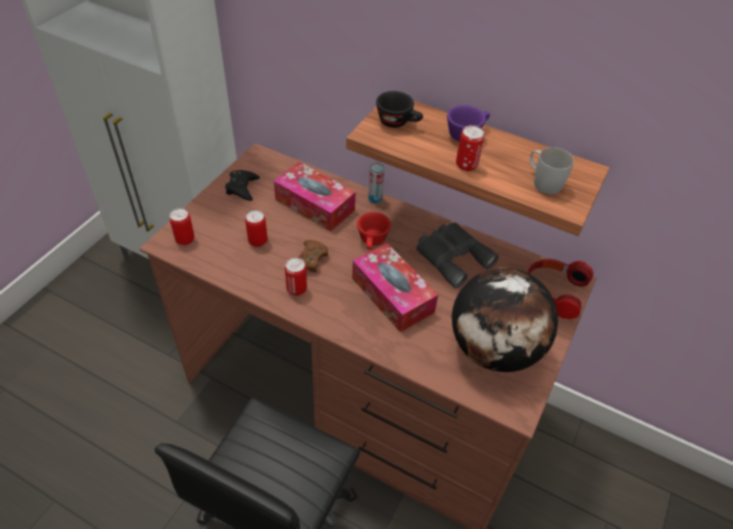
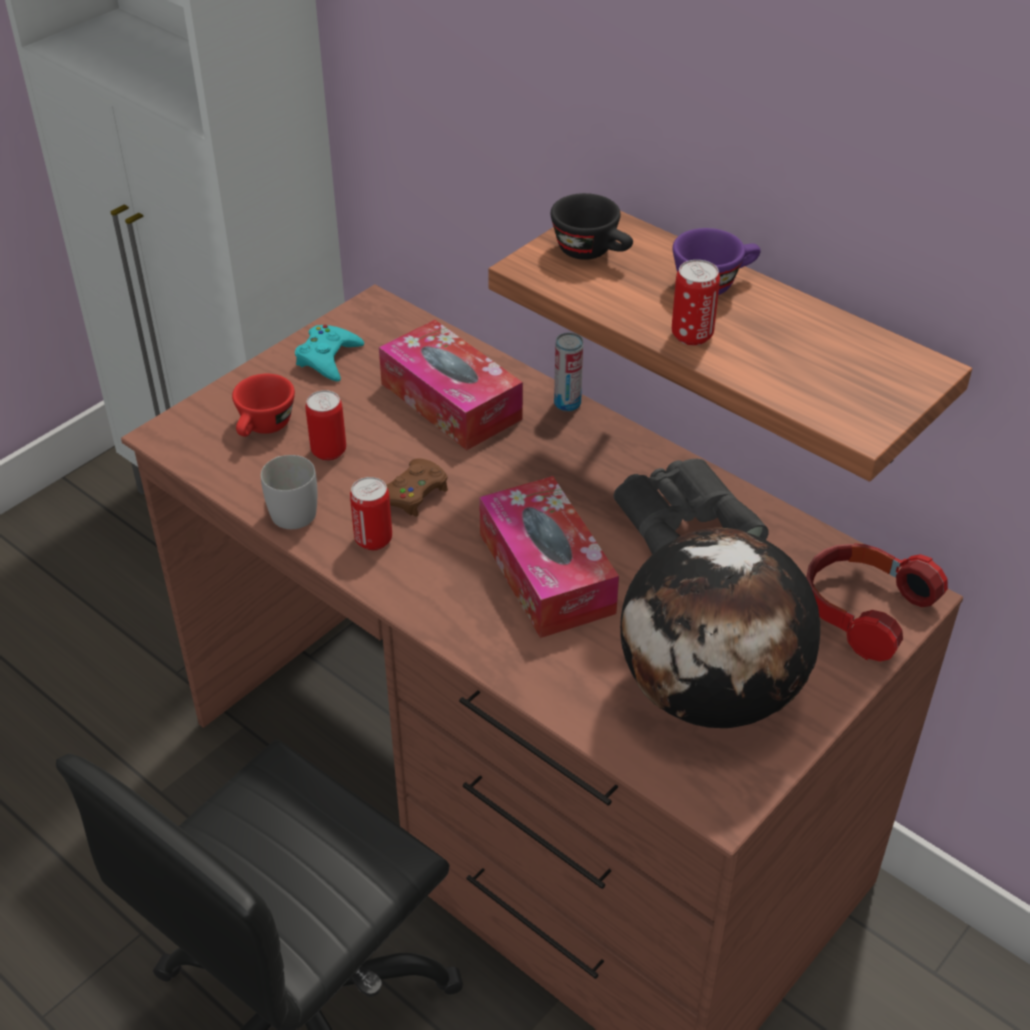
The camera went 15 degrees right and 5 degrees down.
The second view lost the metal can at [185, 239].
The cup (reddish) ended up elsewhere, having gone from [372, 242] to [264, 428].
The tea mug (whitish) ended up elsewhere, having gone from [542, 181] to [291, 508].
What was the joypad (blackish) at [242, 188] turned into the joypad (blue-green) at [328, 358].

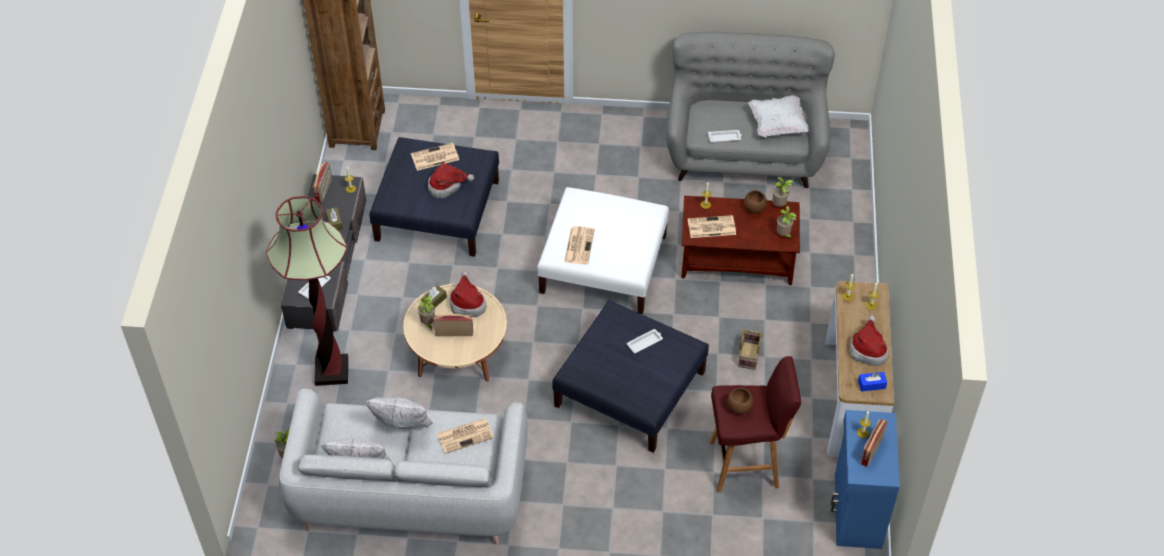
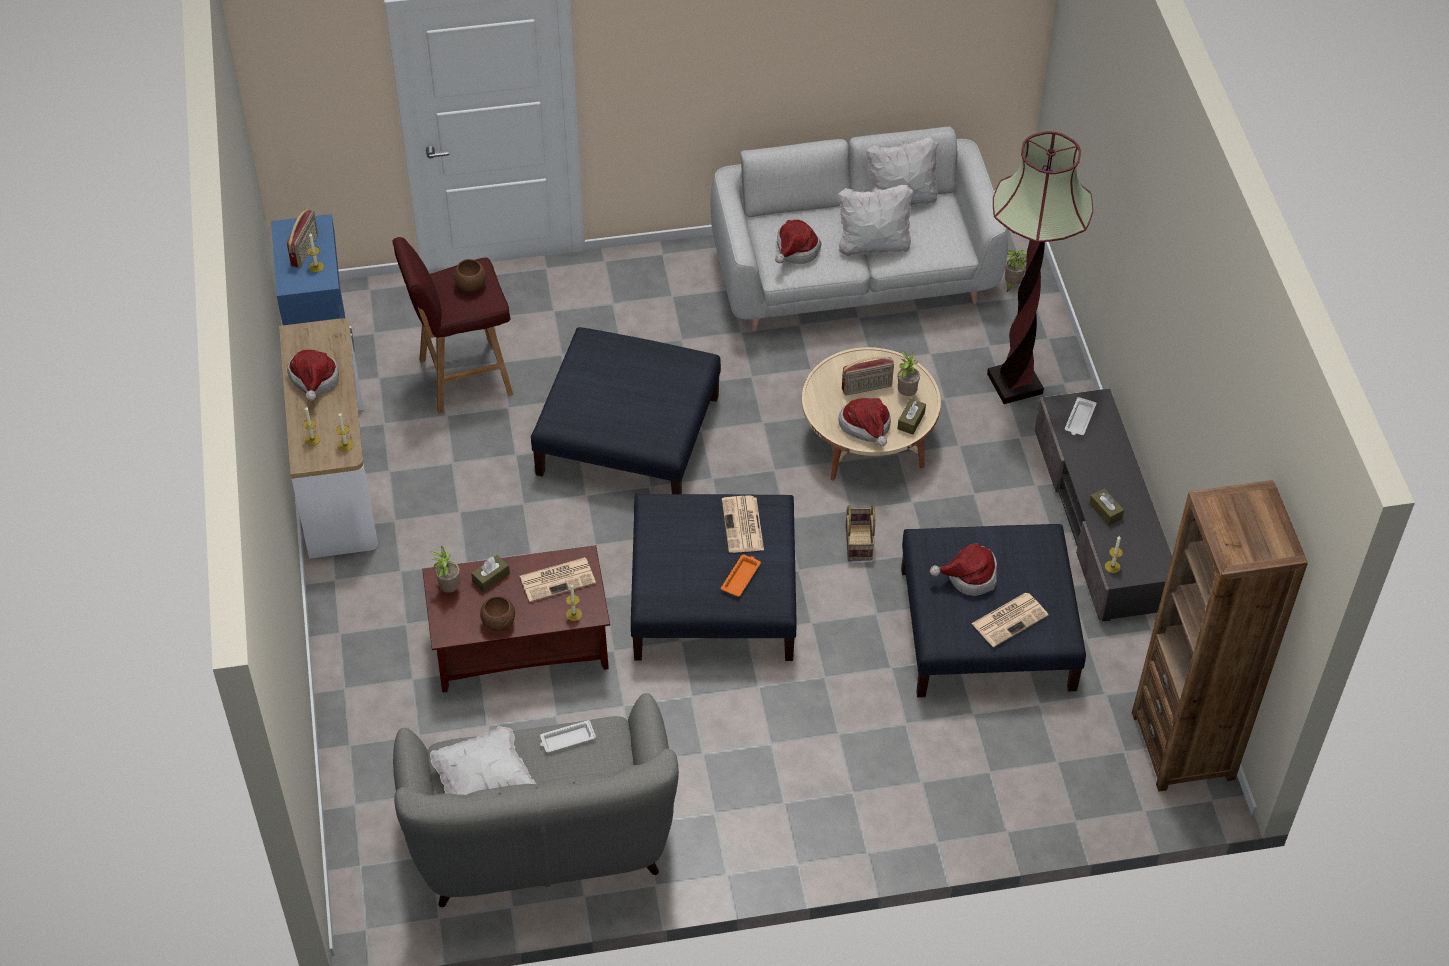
The camera went 165 degrees right and 0 degrees up.
The second view lost the radio set at [324, 190].
The second view lost the tray (whitish) at [645, 342].
The second view lost the potted plant at [779, 205].
The second view lost the box of tissues (blue) at [871, 384].
The second view gained the box of tissues (brownish) at [491, 577].
The second view gained the tray (orange-coloured) at [741, 577].
The basket ended up elsewhere, having gone from [748, 355] to [859, 543].
Where the newspaper stood at [466, 435], the hat came to stand at [795, 251].
What was the pouffe (whitish) at [604, 263] turned into the pouffe (blue) at [712, 598].

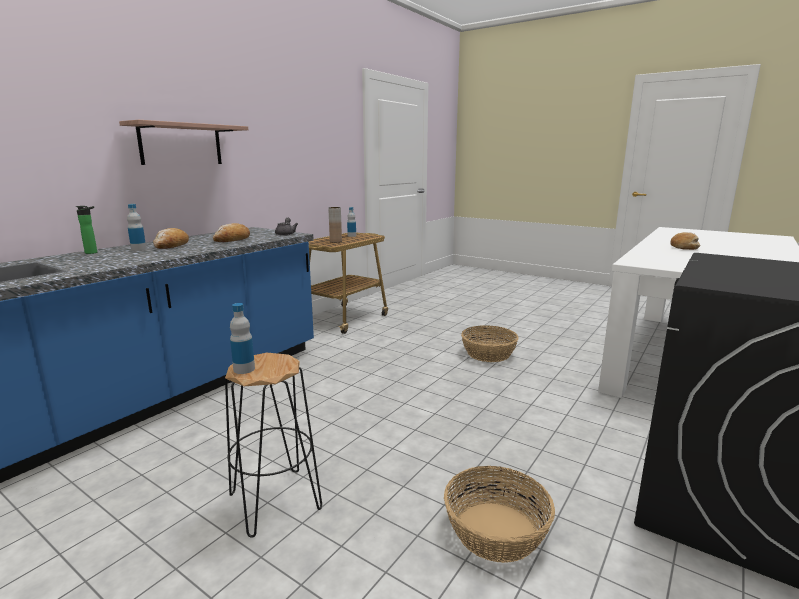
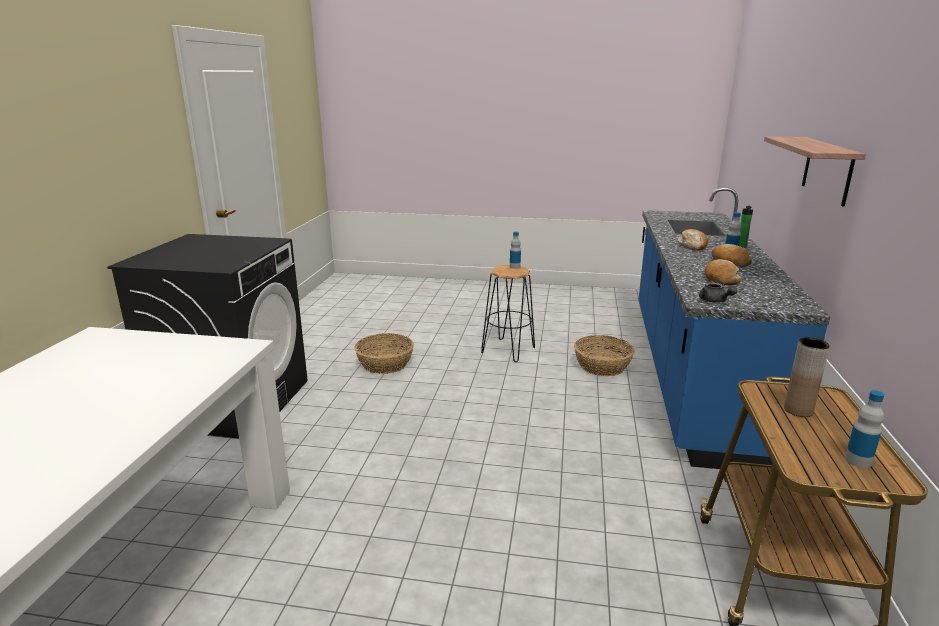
The camera went 155 degrees right and 5 degrees up.
The basket ended up elsewhere, having gone from [489, 354] to [601, 366].
The bakery bread ended up elsewhere, having gone from [684, 247] to [693, 246].

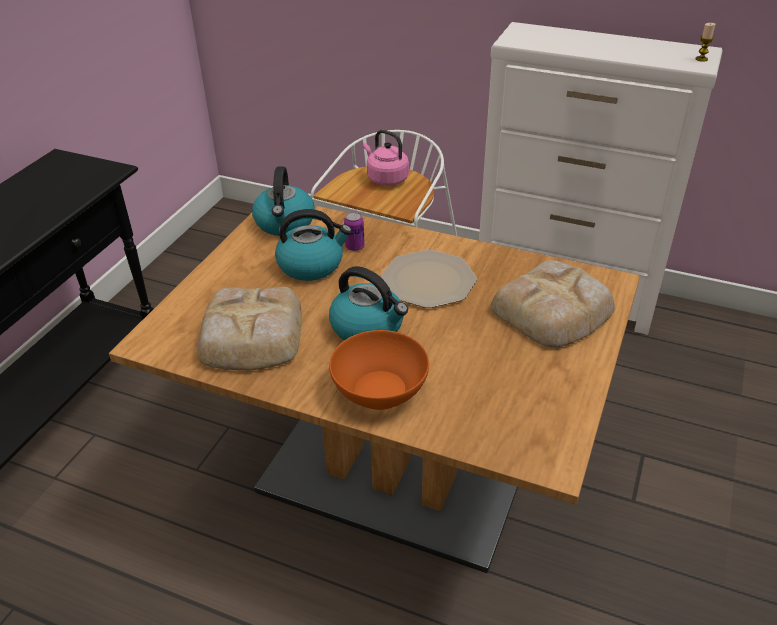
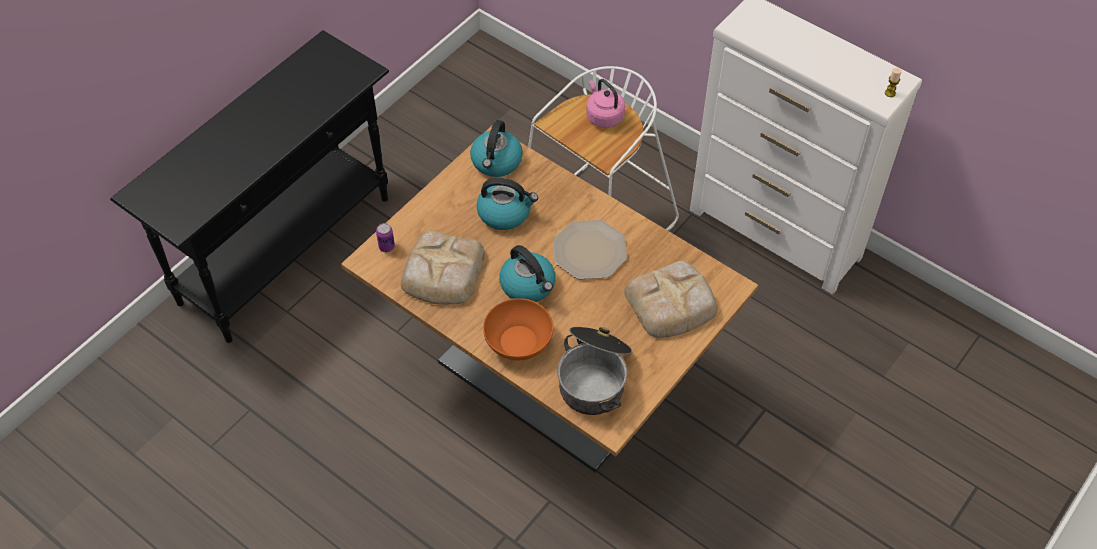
The camera went 15 degrees right and 15 degrees up.
The second view gained the cooking pot at [594, 377].
The metal can ended up elsewhere, having gone from [355, 247] to [386, 247].

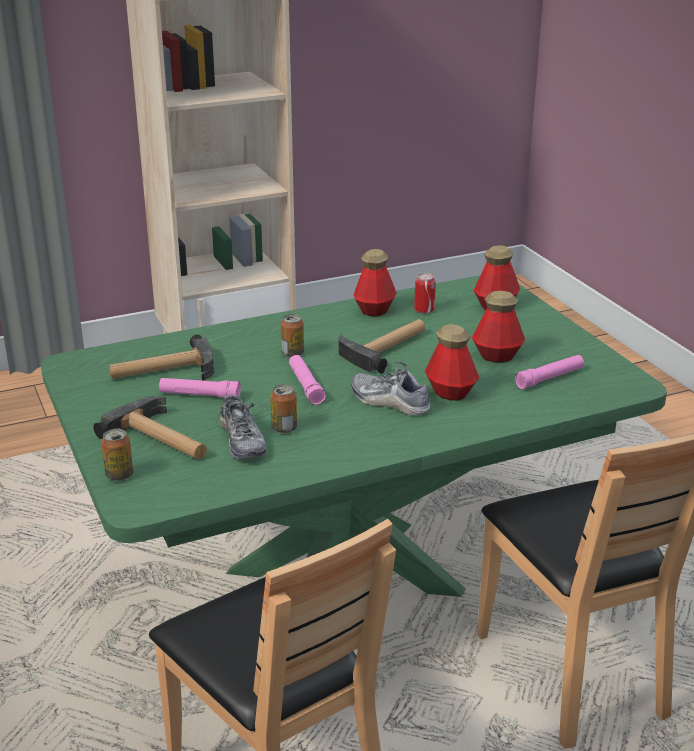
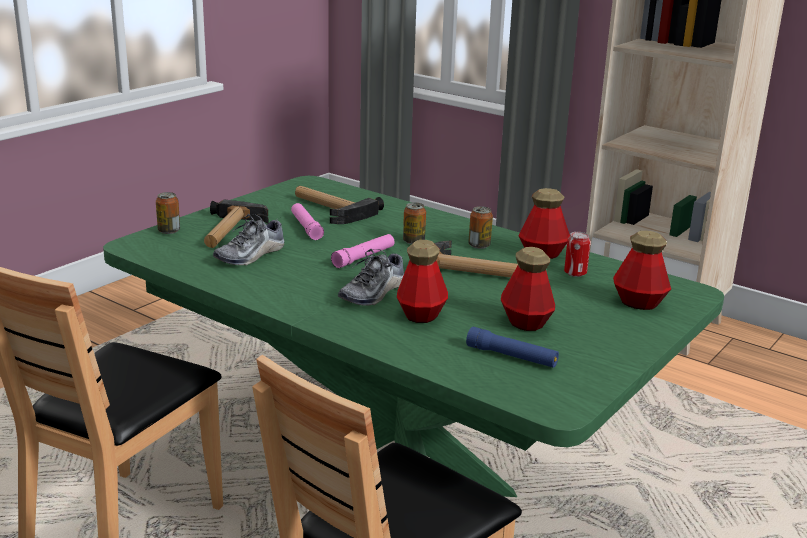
The camera went 60 degrees right and 5 degrees down.
The metal can ended up elsewhere, having gone from [284, 428] to [479, 245].
What was the hand torch (pink-coloured) at [549, 378] turned into the hand torch (blue) at [511, 356].
The low shoe at [389, 401] ended up facing another way, 150 degrees counterclockwise from before.

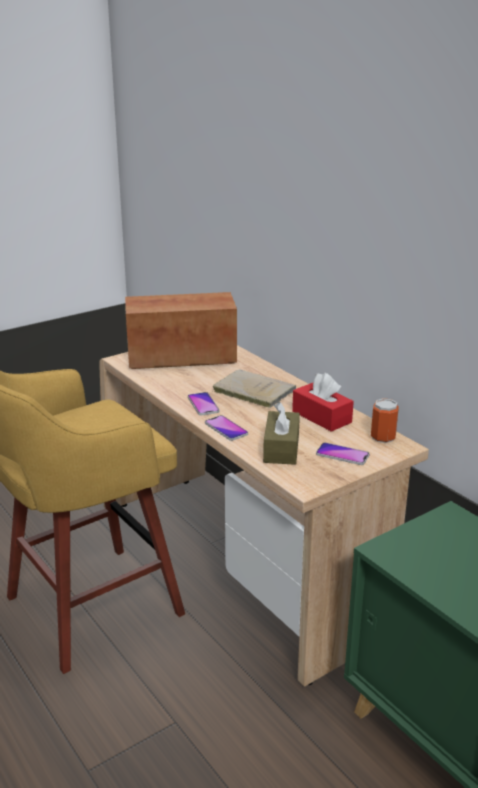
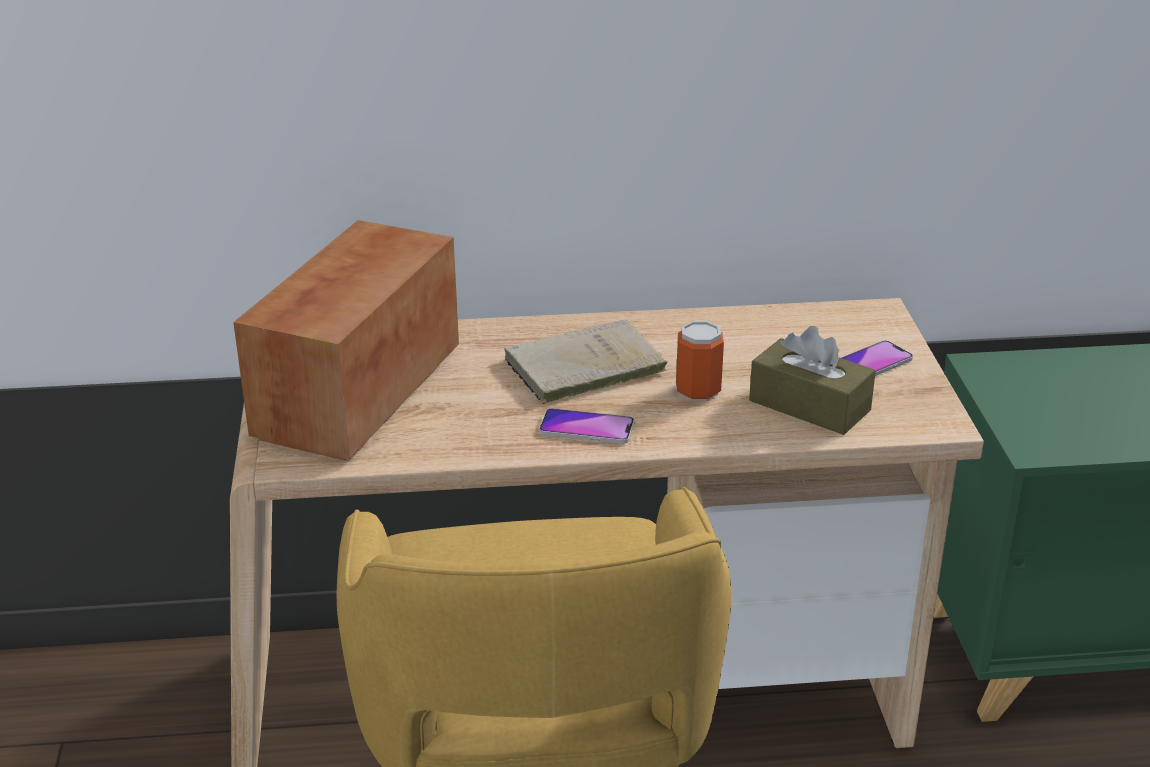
The camera went 60 degrees left and 5 degrees up.
The second view lost the phone at [226, 429].
The second view lost the box of tissues (reddish) at [321, 417].
The metal can ended up elsewhere, having gone from [383, 437] to [698, 390].

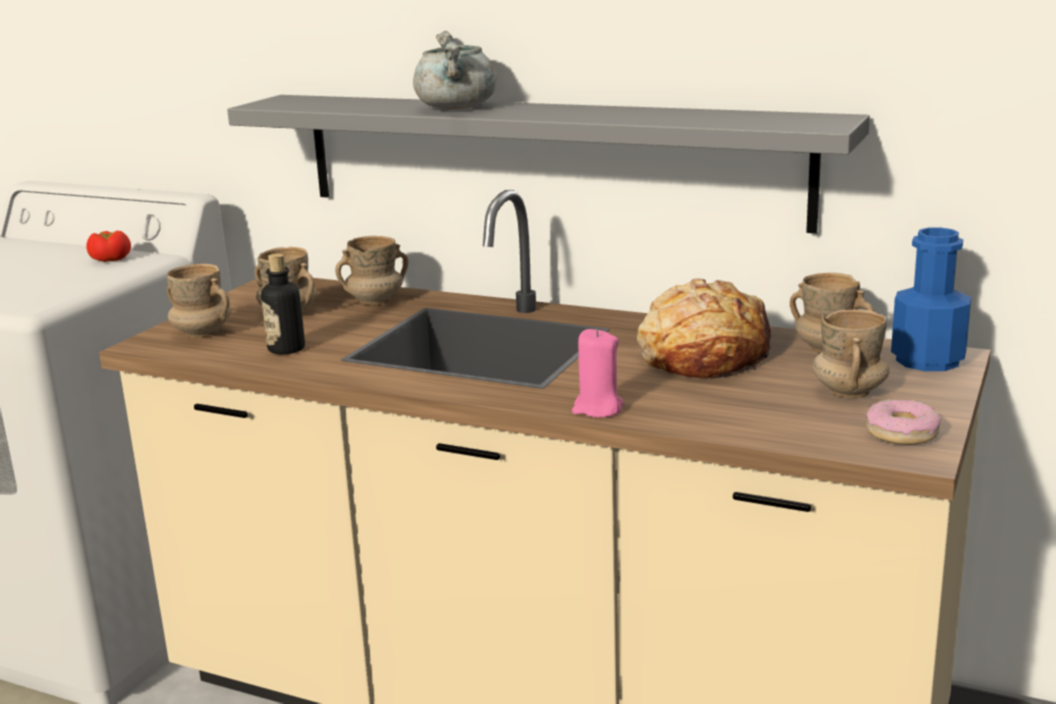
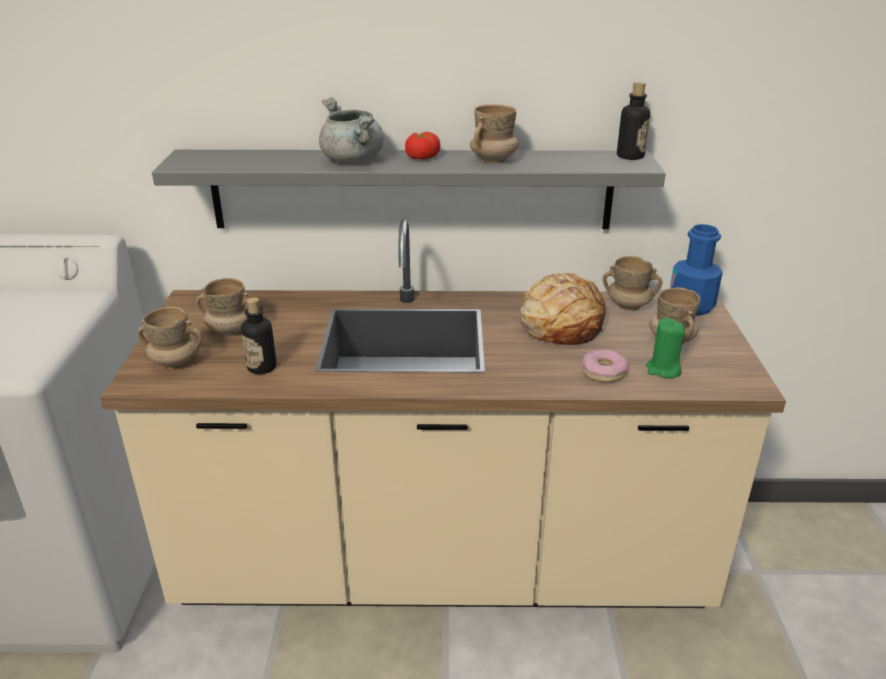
The camera went 25 degrees left and 10 degrees up.
The second view lost the wax candle (pink-coloured) at [597, 409].
The second view gained the drink bottle at [630, 156].
The second view gained the wax candle (green-coloured) at [663, 370].
The tomato ended up elsewhere, having gone from [111, 259] to [421, 157].
The tea mug (sand-coloured) ended up elsewhere, having gone from [375, 301] to [493, 160].
The ring doughnut ended up elsewhere, having gone from [901, 433] to [603, 372].

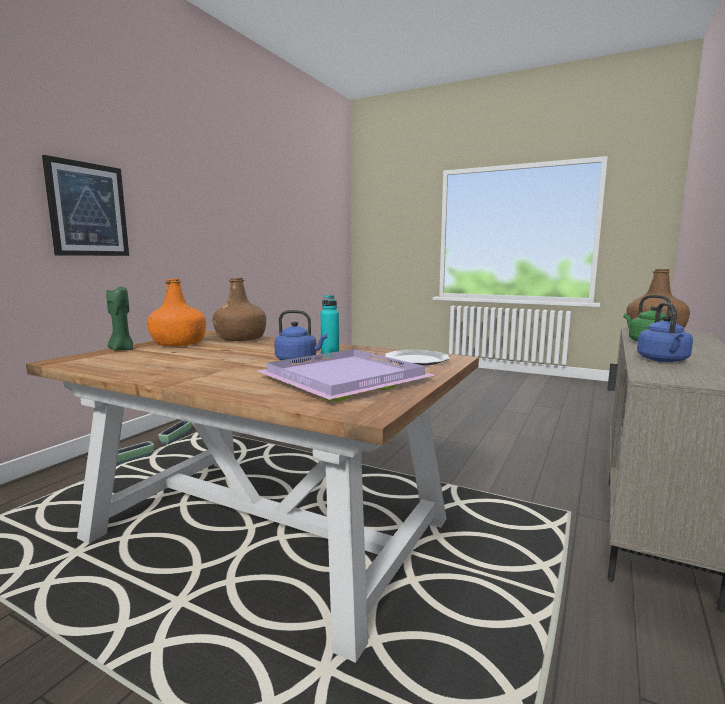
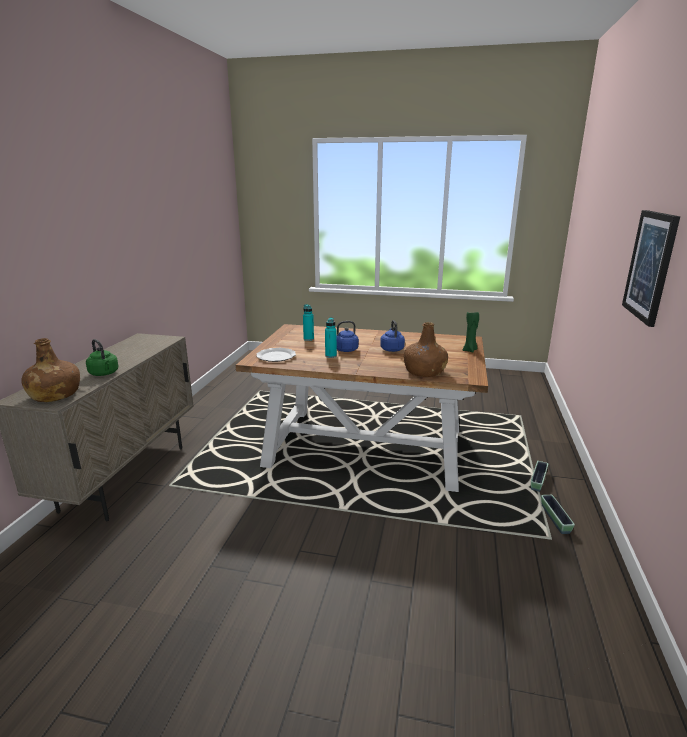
The camera went 165 degrees right and 10 degrees up.
The second view lost the drink bottle (orange-coloured) at [179, 343].
The water kettle (blue) ended up elsewhere, having gone from [663, 360] to [391, 349].
Where the tray (purplish) stood at [343, 380], the drink bottle (blue-green) came to stand at [308, 339].

